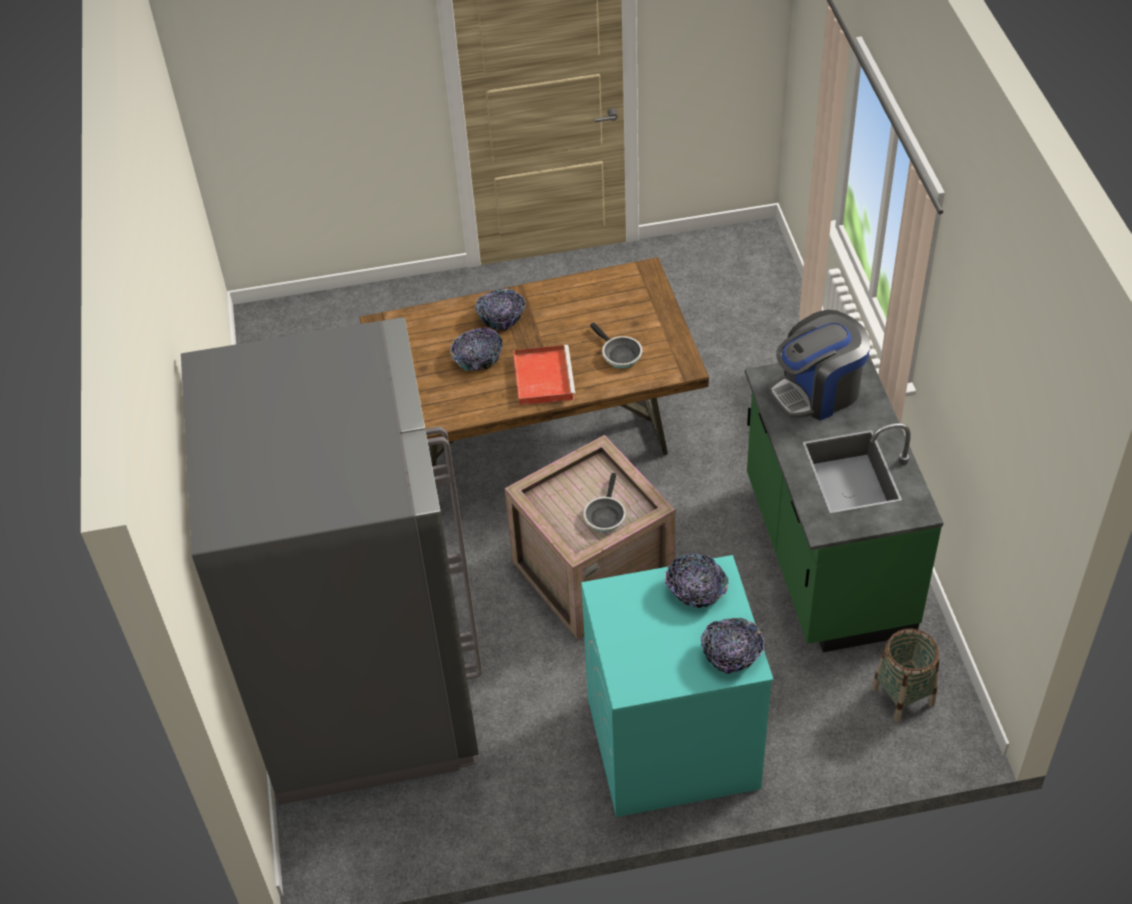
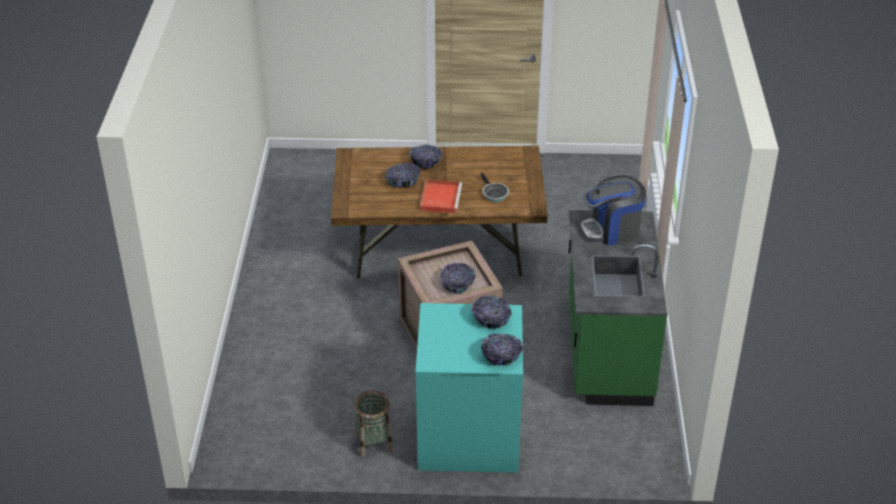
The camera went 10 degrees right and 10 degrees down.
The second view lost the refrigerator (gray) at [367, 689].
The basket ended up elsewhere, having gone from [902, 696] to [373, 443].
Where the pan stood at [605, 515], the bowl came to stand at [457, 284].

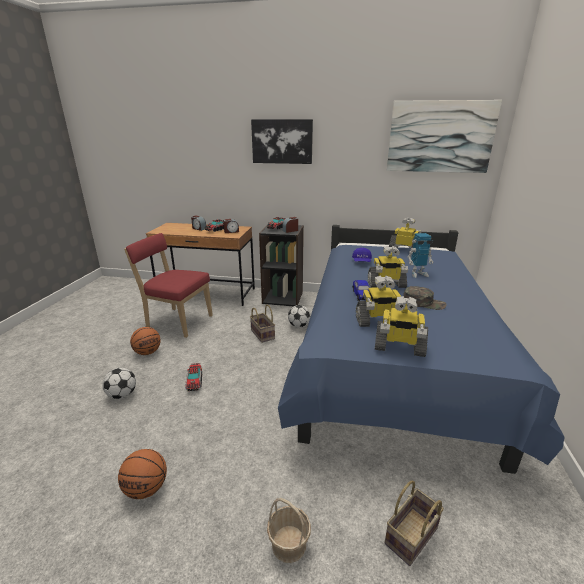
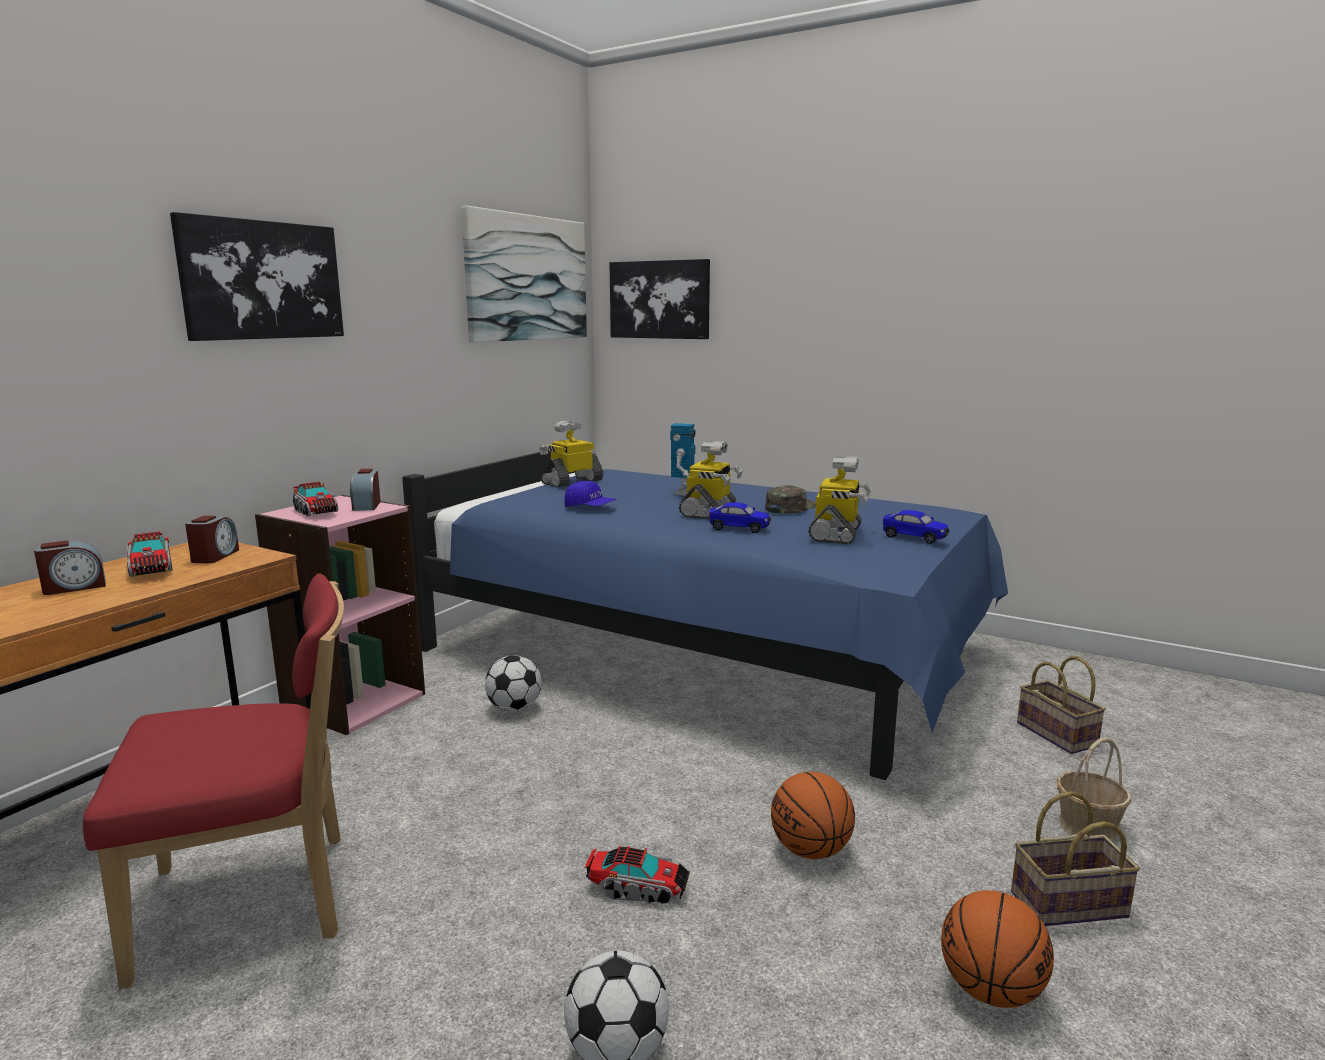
The camera went 70 degrees left and 10 degrees down.
The second view gained the wall art at [660, 299].
The basketball ended up elsewhere, having gone from [147, 352] to [811, 850].
The basket ended up elsewhere, having gone from [261, 334] to [1067, 906].
Where the toy robot stood at [399, 347], the miniature car came to stand at [914, 538].
What was the bookcase (blackish) at [283, 297] turned into the bookcase (pink-coloured) at [353, 701].
The upright chair (reddish) at [177, 321] ended up facing another way, 150 degrees counterclockwise from before.

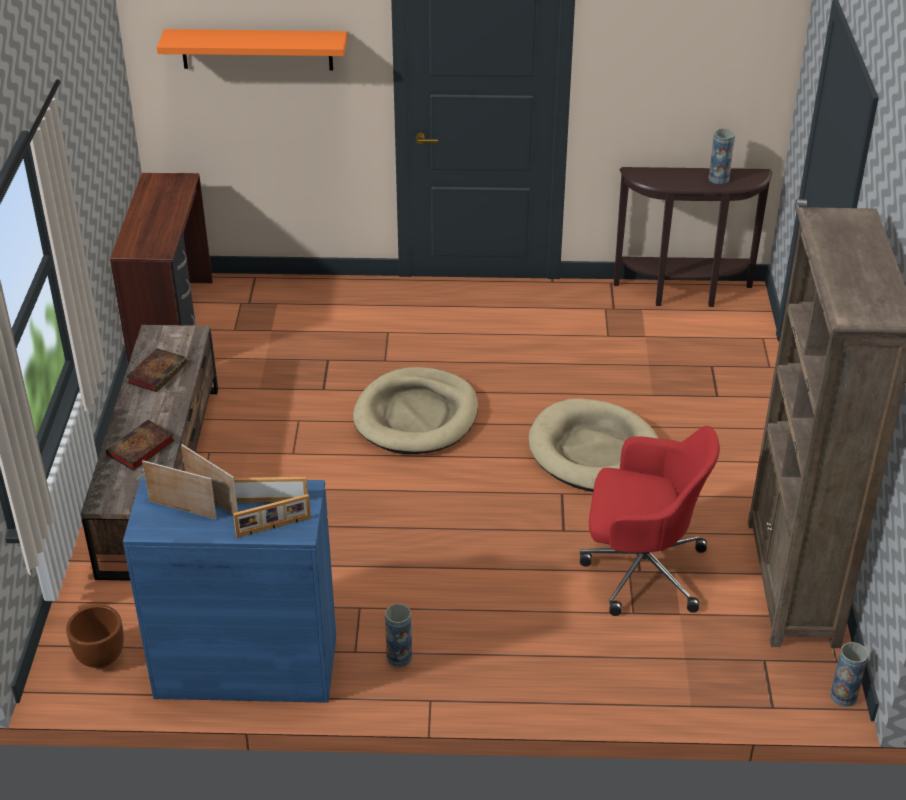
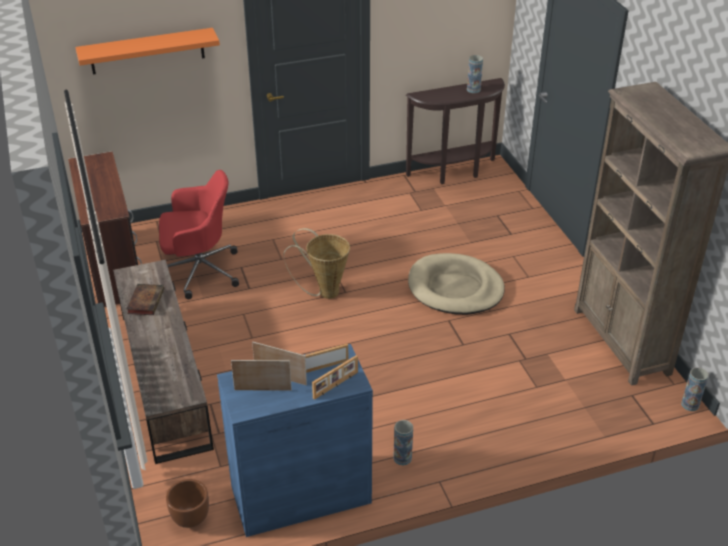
The camera went 20 degrees left and 0 degrees up.
The second view lost the volume at [140, 449].
The desk chair (reddish) ended up elsewhere, having gone from [640, 569] to [199, 271].
Where the pet bed (sand-coloured) stood at [416, 416], the basket came to stand at [324, 292].

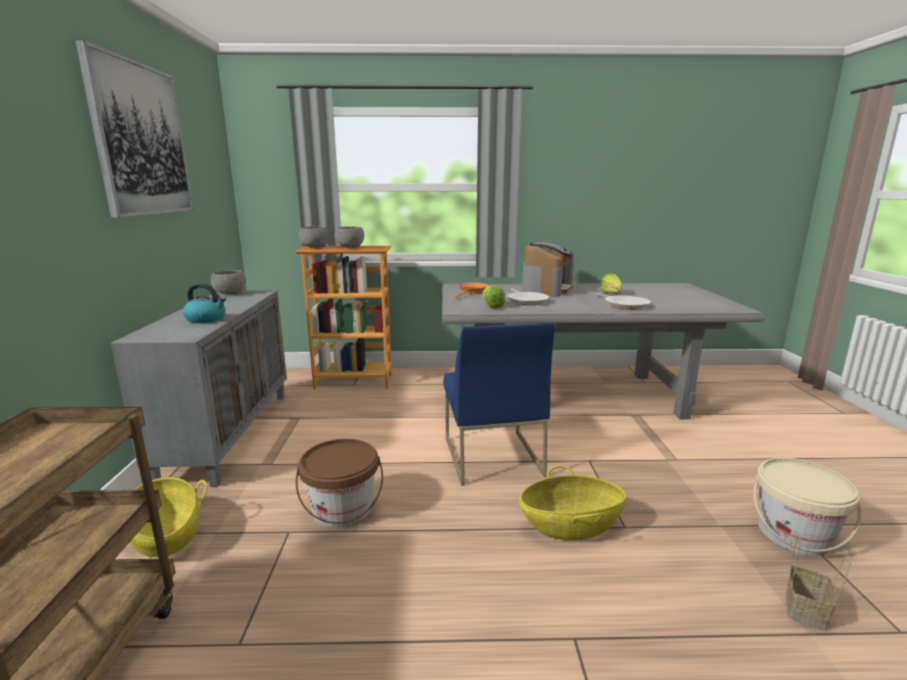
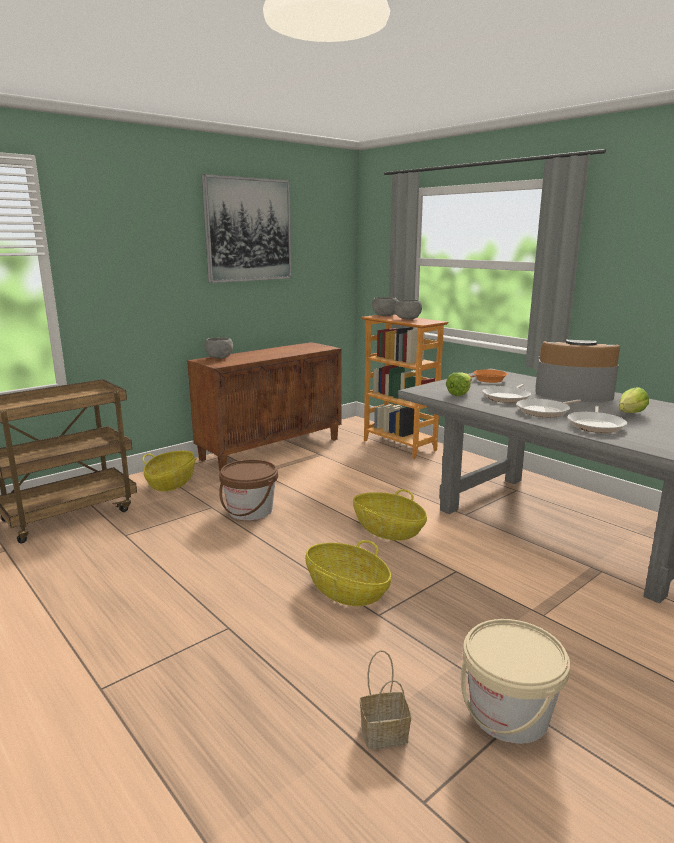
The camera went 50 degrees right and 0 degrees up.
The second view lost the water kettle at [207, 319].
The second view gained the pan at [545, 411].
The bowl (gray) ended up elsewhere, having gone from [230, 294] to [219, 358].
Where the upright chair (blue) stood at [491, 456], the basket came to stand at [388, 530].
What was the cabinet (gray) at [228, 433] turned into the cabinet (brownish) at [271, 448].
The coffee maker at [547, 289] ended up facing another way, 150 degrees counterclockwise from before.

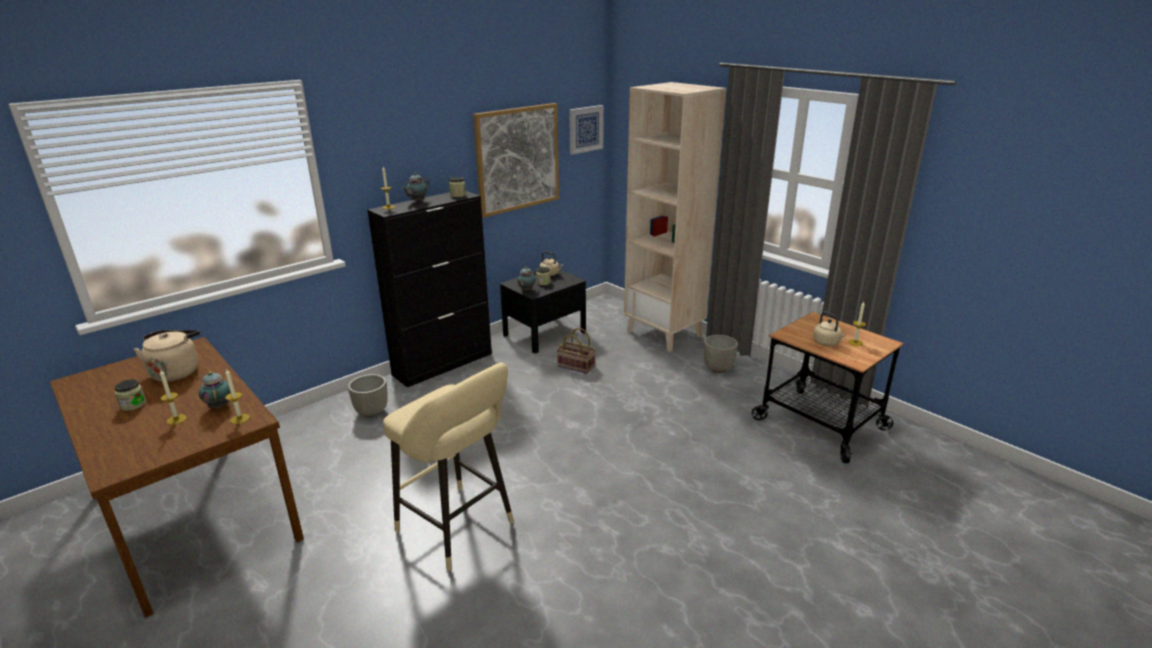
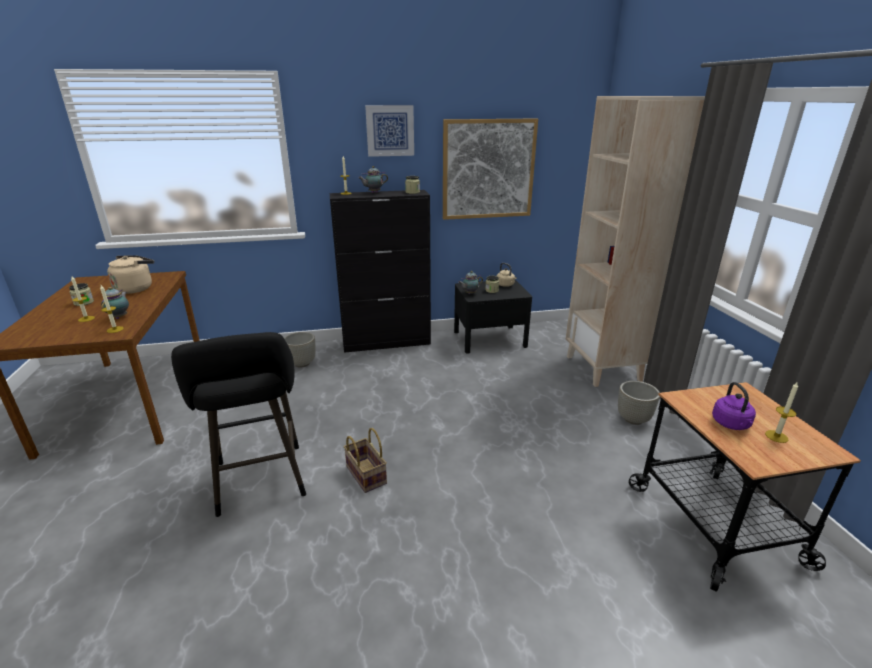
The camera went 30 degrees right and 0 degrees up.
The basket ended up elsewhere, having gone from [575, 366] to [364, 475].
The wall art ended up elsewhere, having gone from [585, 129] to [390, 131].
What was the stool seat (sand-coloured) at [459, 529] turned into the stool seat (blackish) at [261, 483].
What was the water kettle (sand-coloured) at [827, 343] turned into the water kettle (purplish) at [731, 424].

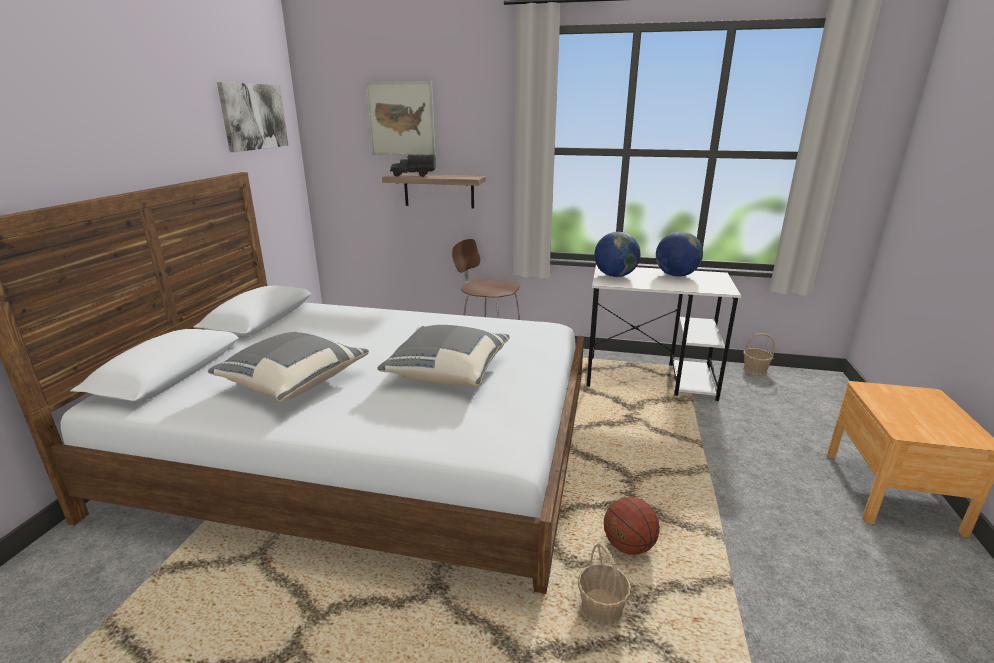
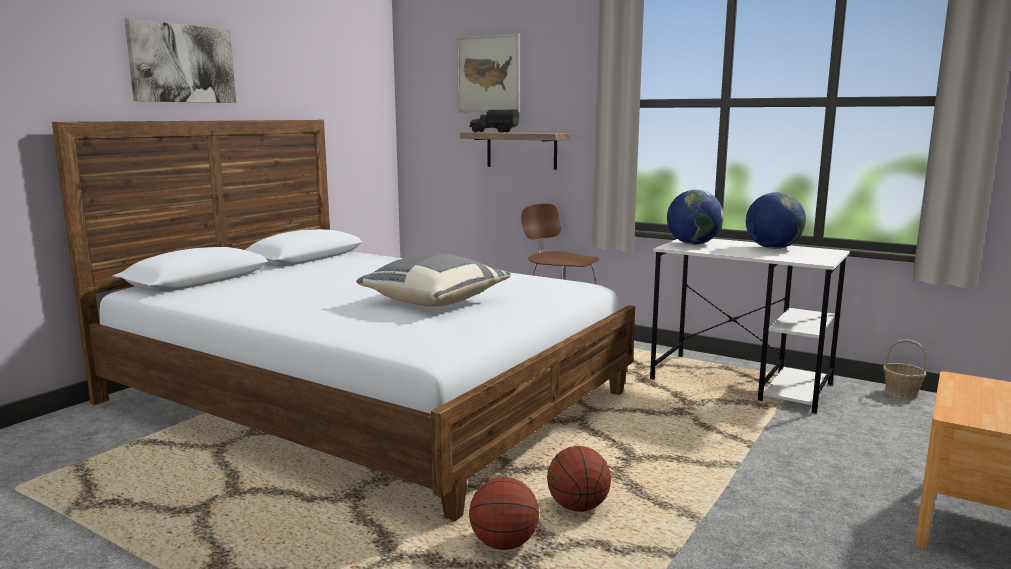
The camera went 20 degrees right and 10 degrees down.
The second view lost the throw pillow (gray) at [293, 382].
The wall art ended up elsewhere, having gone from [253, 116] to [182, 63].
Where the basket stood at [601, 608], the basketball came to stand at [504, 544].

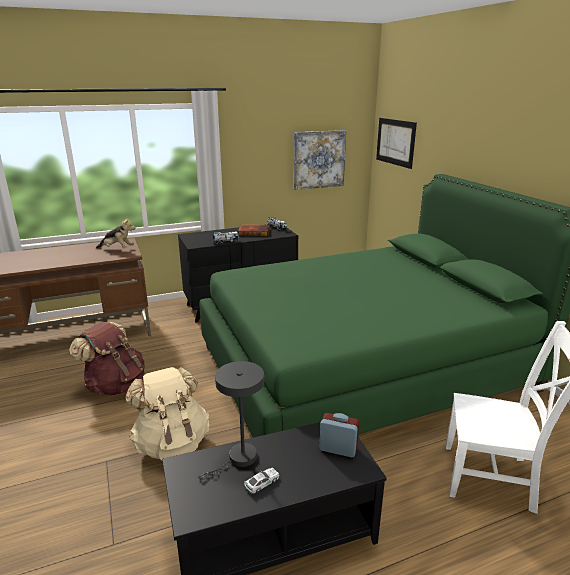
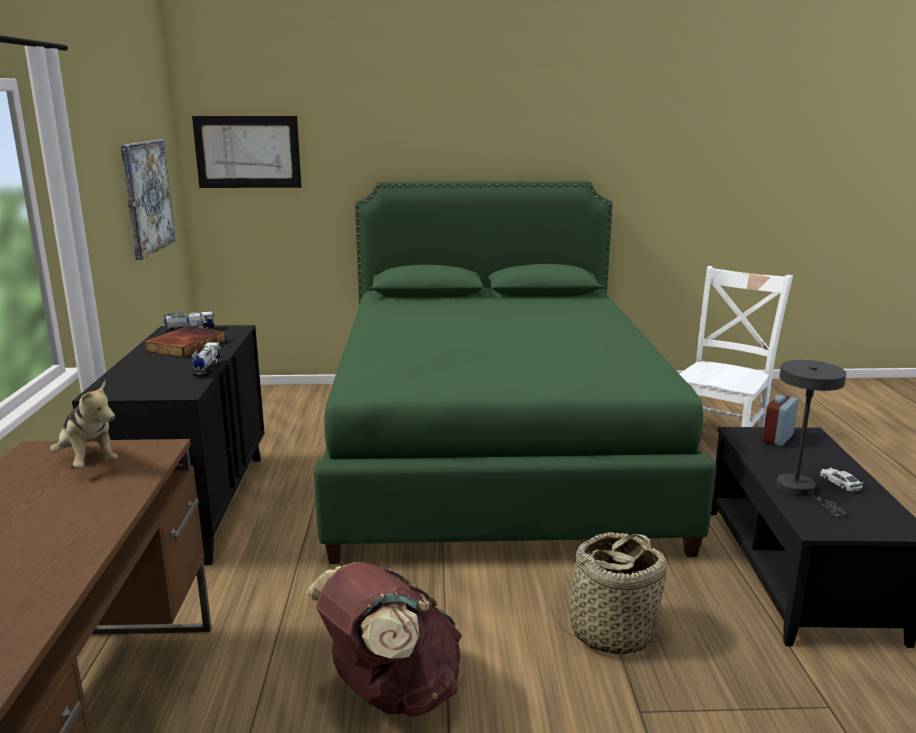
The camera went 70 degrees left and 5 degrees down.
Where the knapsack (sand-coloured) stood at [172, 443], the basket came to stand at [611, 632].
The cuddly toy at [117, 249] ended up facing another way, 105 degrees clockwise from before.

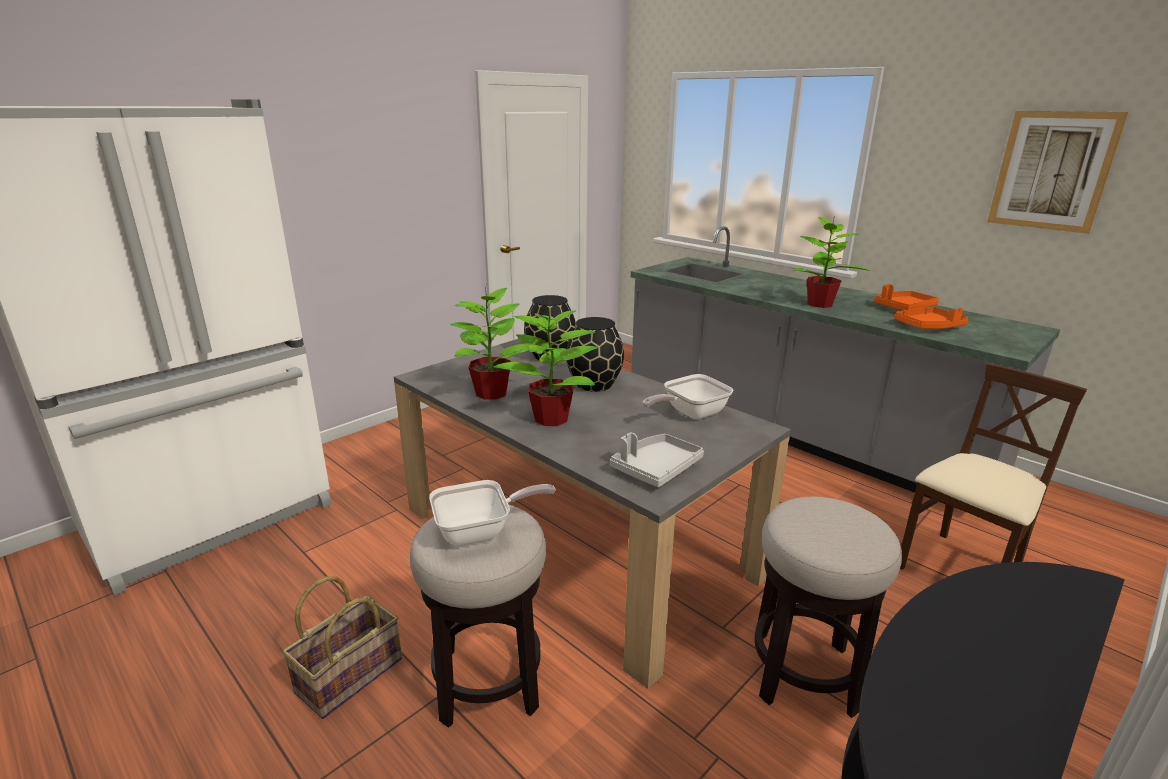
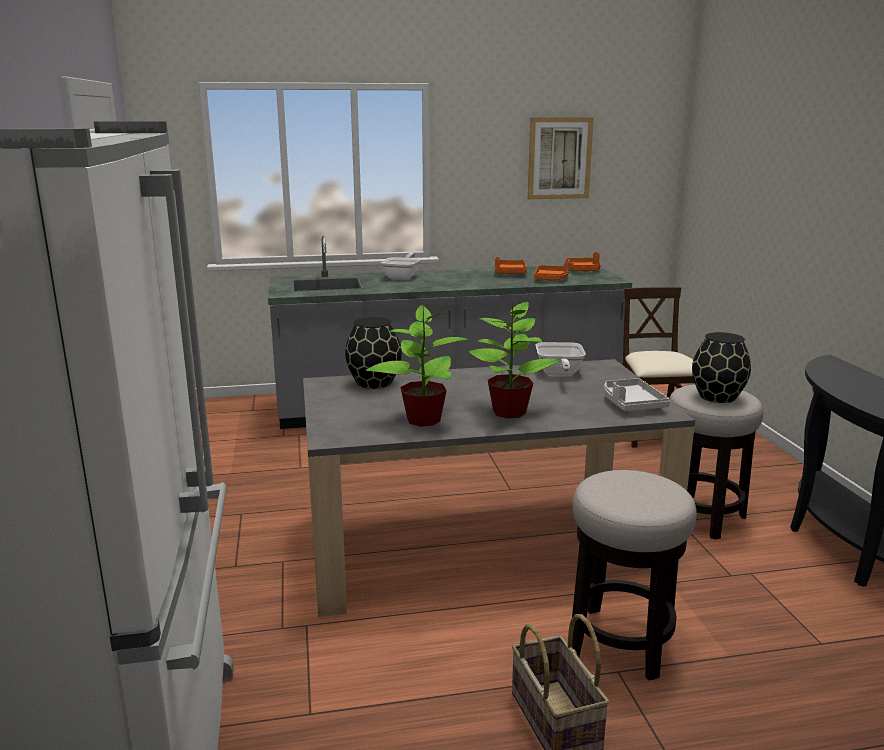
The camera went 55 degrees left and 5 degrees down.
The second view lost the potted plant at [820, 304].
The second view gained the tray (orange-coloured) at [584, 270].
The pan ended up elsewhere, having gone from [481, 531] to [402, 277].
The decorative vase (blackish) ended up elsewhere, having gone from [595, 384] to [717, 396].

